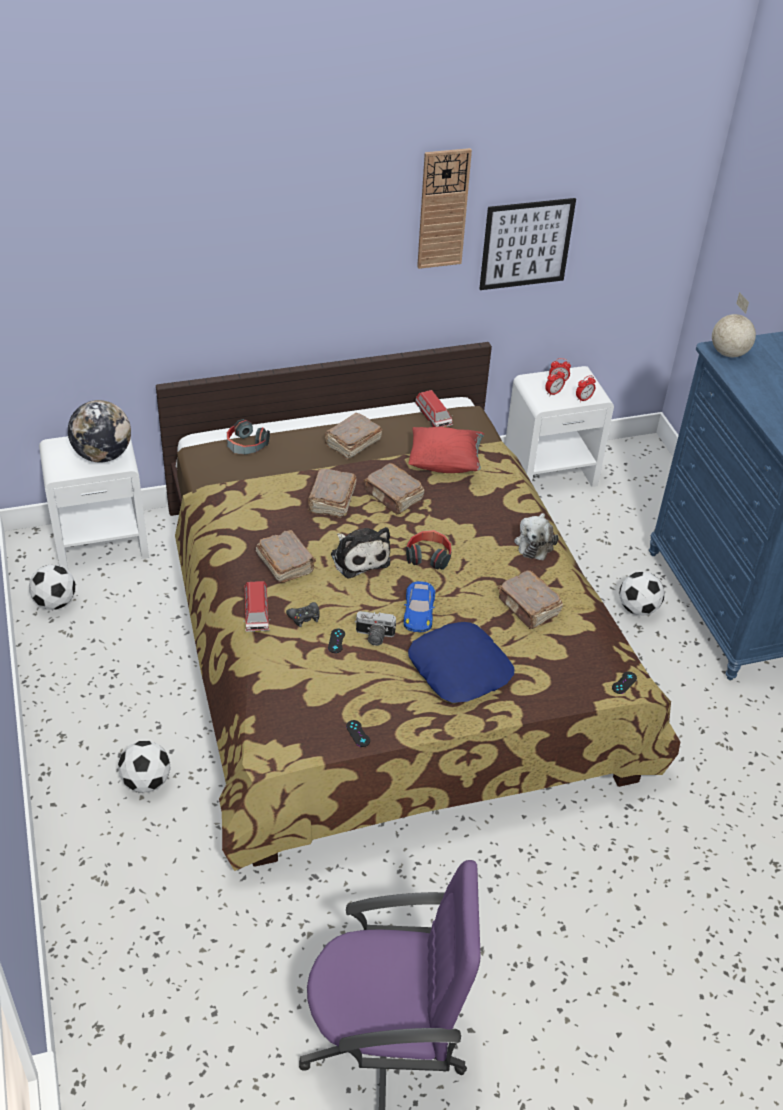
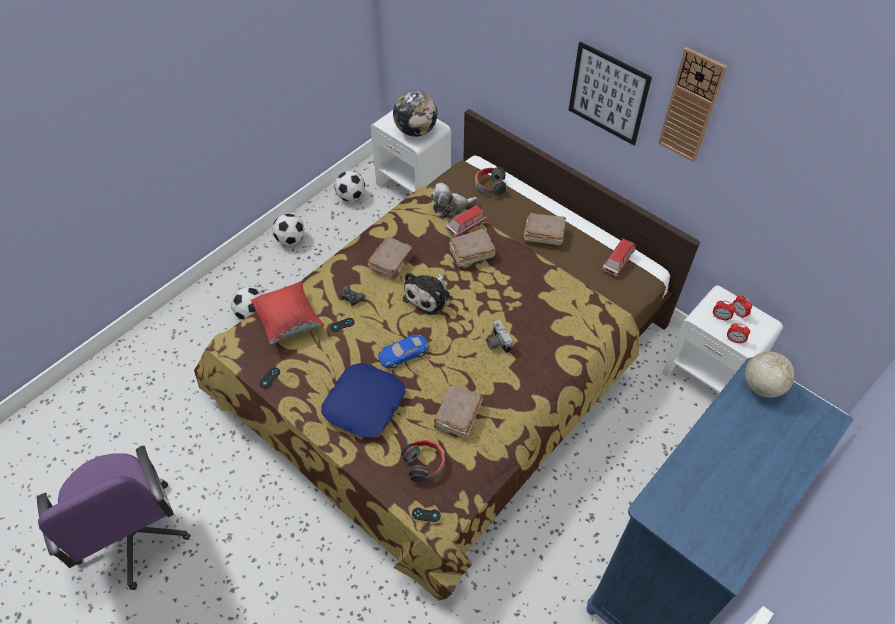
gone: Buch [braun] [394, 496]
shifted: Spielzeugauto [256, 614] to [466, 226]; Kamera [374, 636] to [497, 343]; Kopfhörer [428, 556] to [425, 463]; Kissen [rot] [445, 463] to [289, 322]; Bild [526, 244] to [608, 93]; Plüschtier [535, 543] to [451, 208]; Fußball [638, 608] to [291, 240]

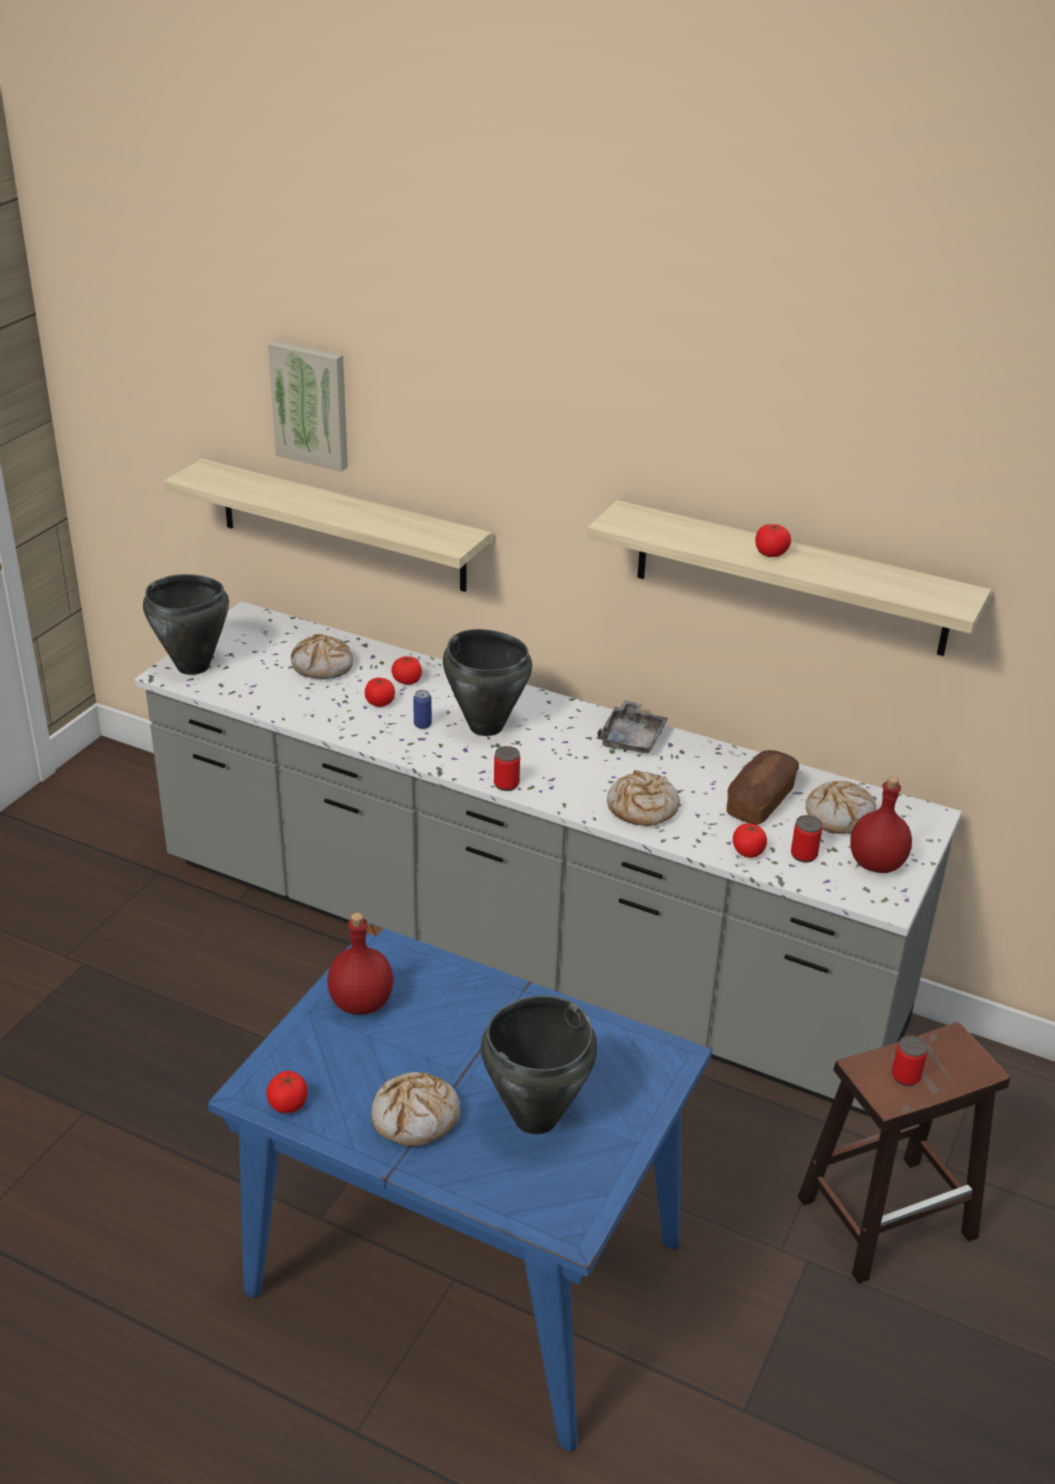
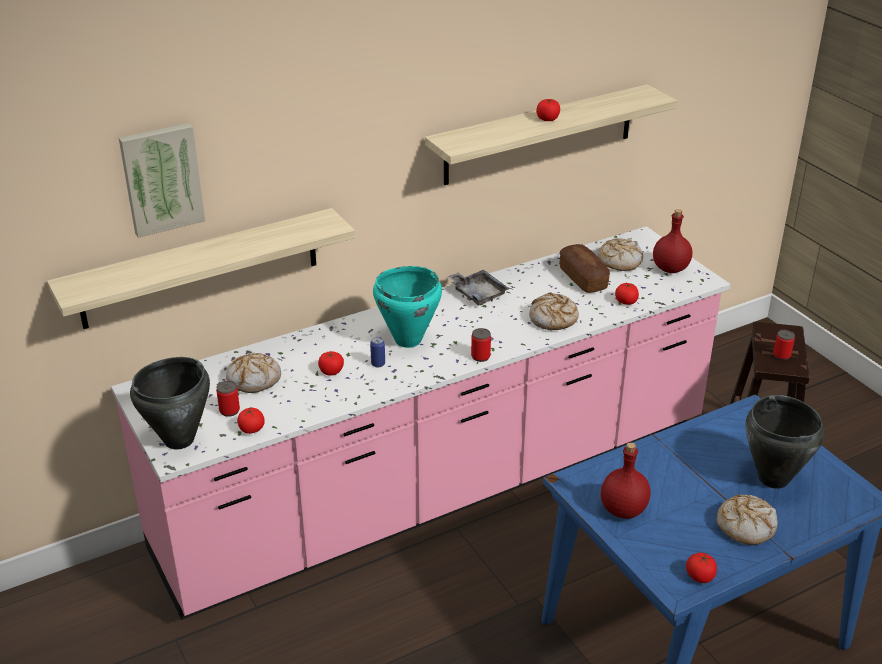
shifted: Tomate [407, 681] to [251, 429]; Dose [803, 855] to [229, 411]
repainted: Küchenzeile [grau] [520, 948] to Küchenzeile [rosa] [440, 487]; Kochtopf [schwarz] [486, 726] to Kochtopf [türkis] [407, 340]

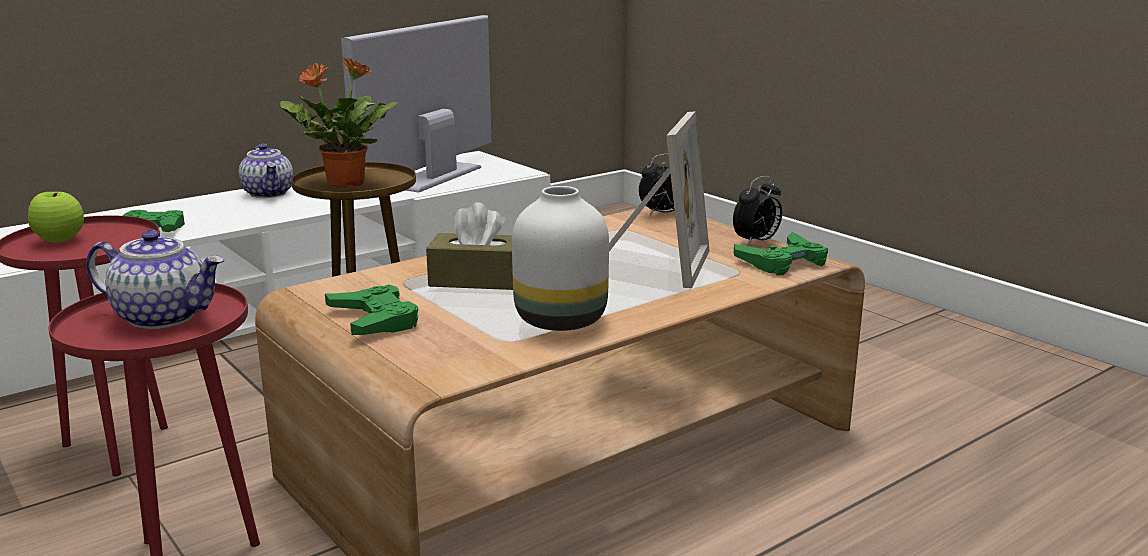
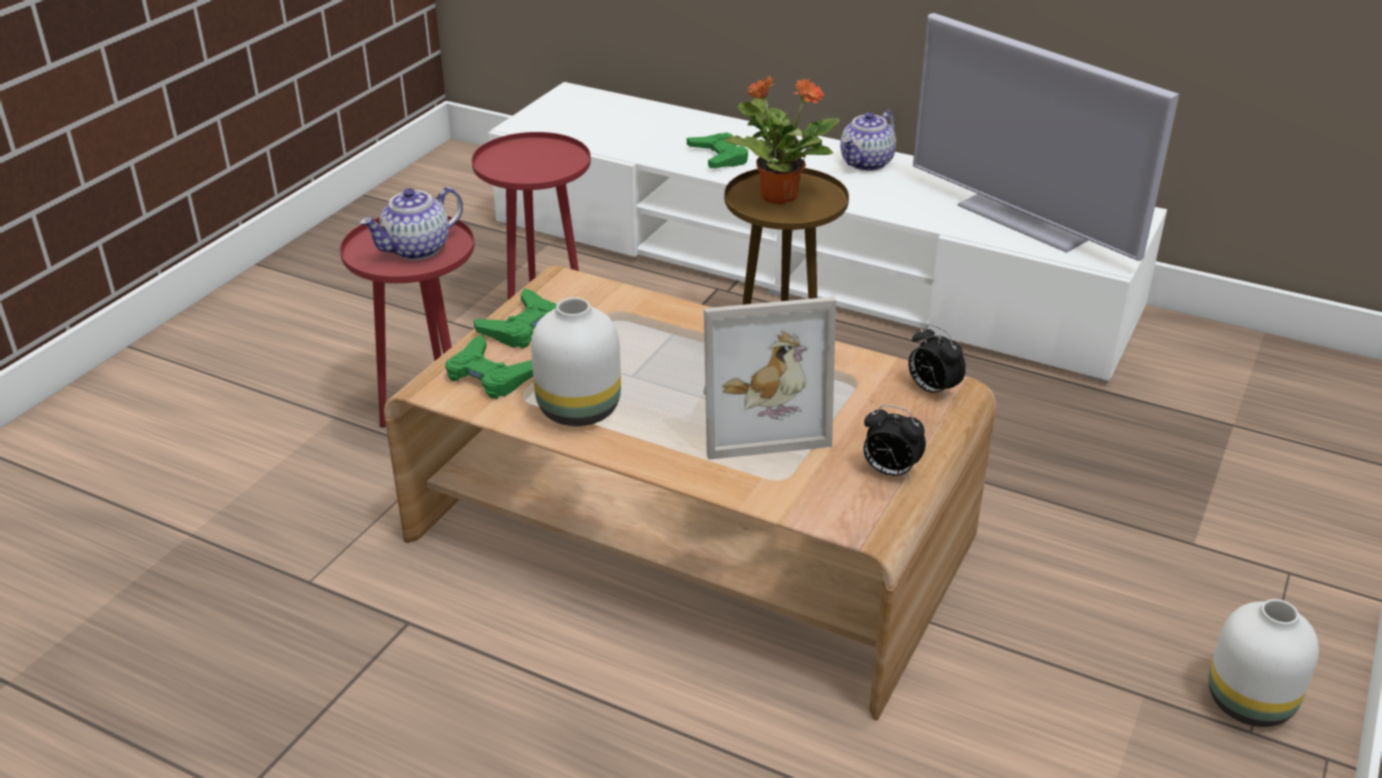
gone: Apfel [60, 240]; Taschentuchbox [braun] [479, 280]
new: Vase [weiß] [1250, 704]
shifted: Gamepad [grün] [783, 262] to [490, 375]
rotated: Teekanne [164, 317] = [417, 249] 60 degrees clockwise; Fernseher [435, 177] = [1024, 220] 135 degrees counterclockwise

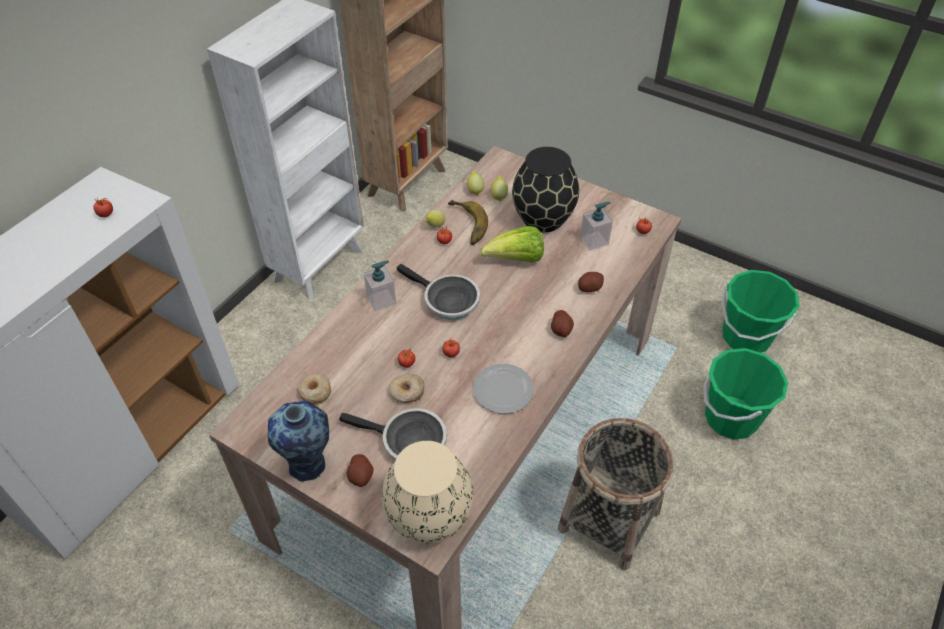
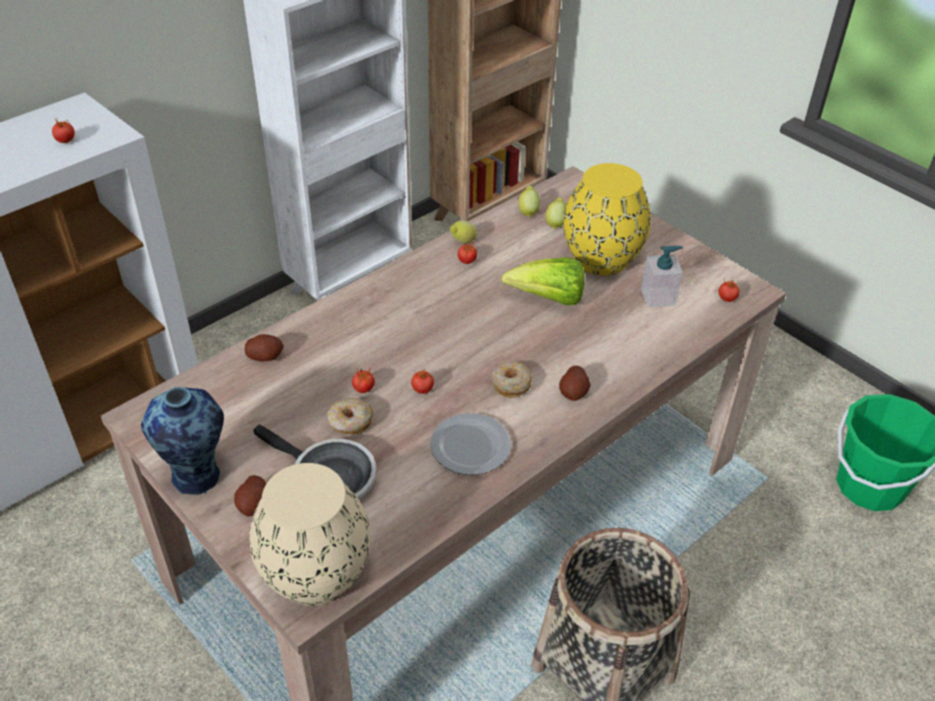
gone: Seifenspender [381, 300]; Pfanne [447, 300]; Banane [465, 225]; Eimer [grün] [731, 418]
shifted: Donut [315, 392] to [511, 384]; Kartoffel [589, 288] to [265, 356]
repainted: Vase [schwarz] [544, 219] to Vase [gelb] [602, 260]

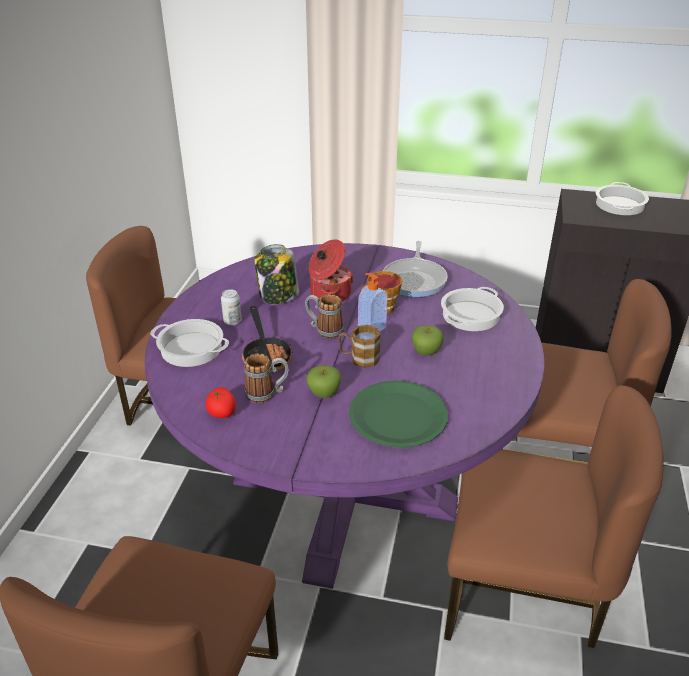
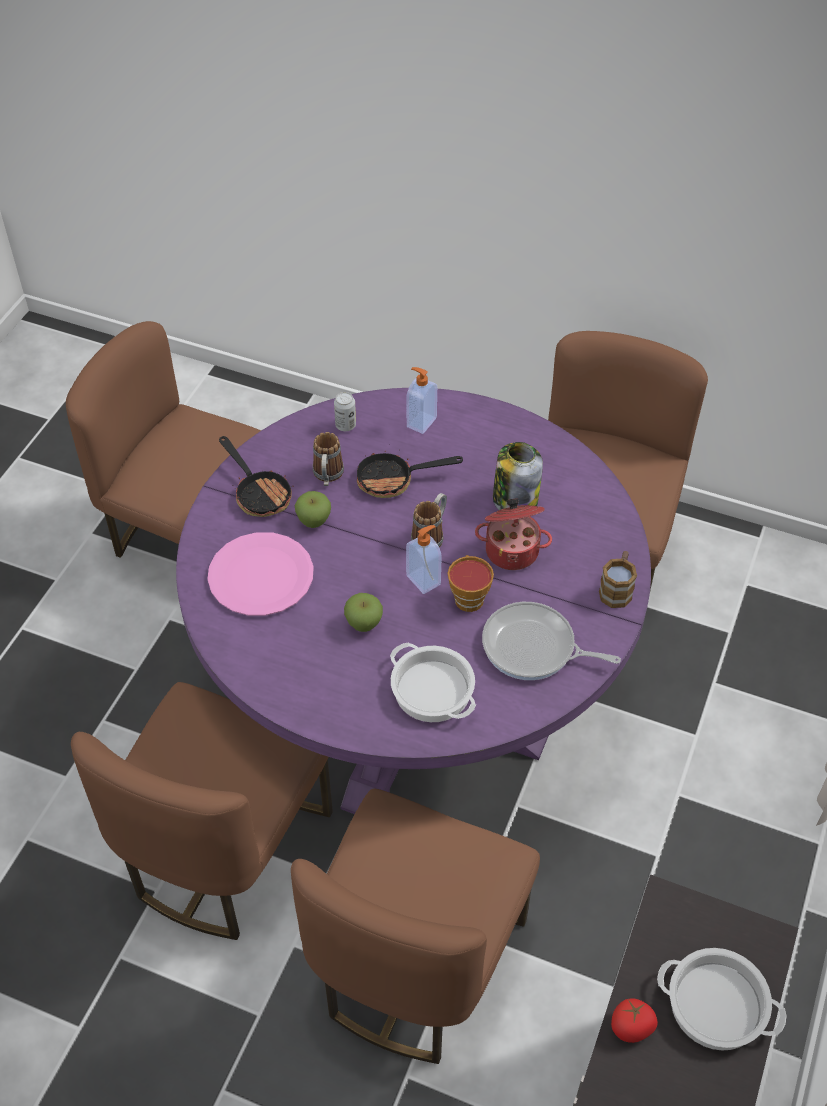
new: Pfanne [259, 493]
shifted: Tomate [222, 413] to [632, 1027]; Dose [232, 321] to [345, 425]; Henkelbecher [359, 358] to [617, 589]
swapped: Kochtopf [192, 348] to Seifenspender [420, 422]
repainted: Teller [grün] [398, 416] to Teller [rosa] [261, 576]

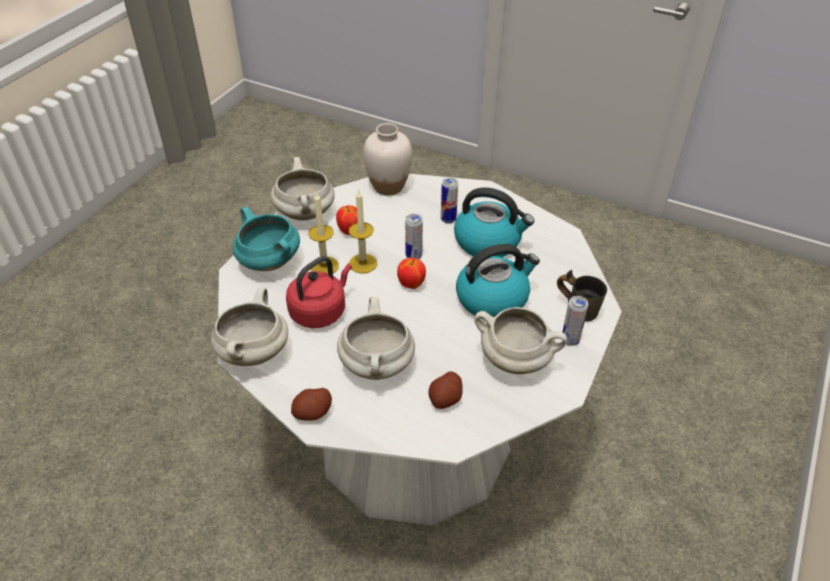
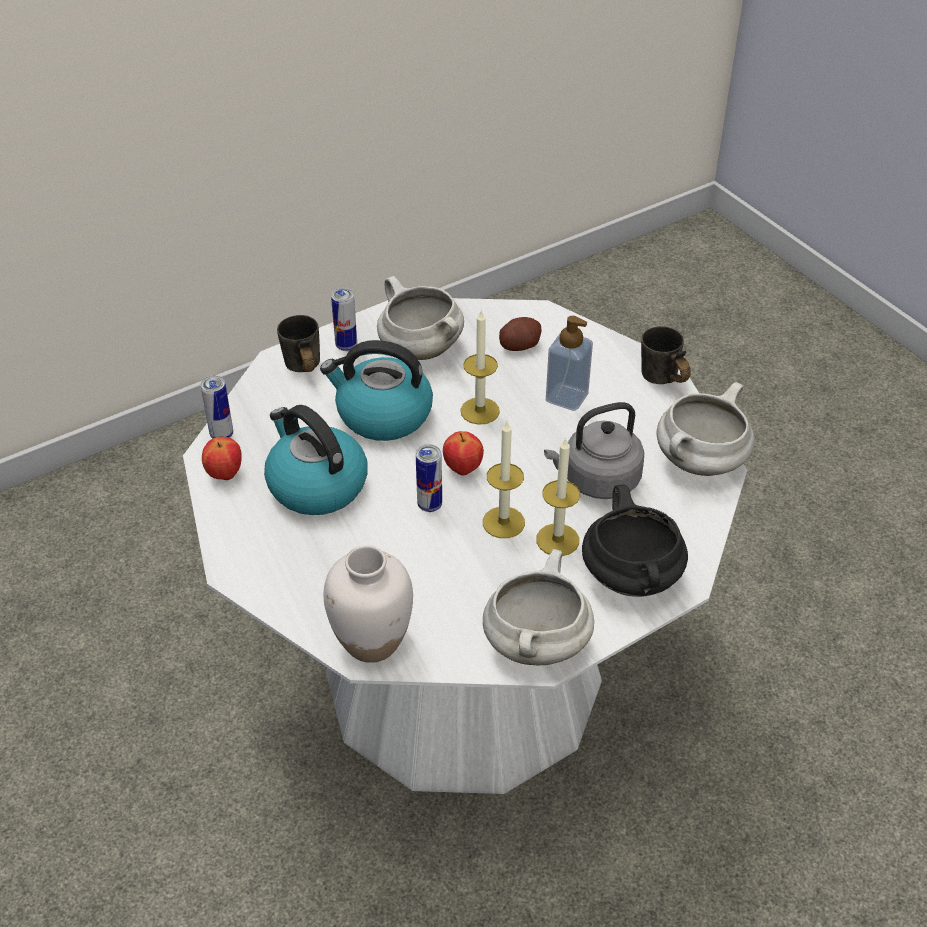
new: Kerze [480, 411]
shifted: Apfel [350, 231] to [225, 474]; Dose [448, 219] to [221, 435]
swapped: Kartoffel [313, 412] to Henkelbecher [grau] [660, 382]; Kochtopf [weiß] [378, 366] to Seifenspender [566, 397]
repainted: Kochtopf [türkis] [268, 262] to Kochtopf [schwarz] [633, 578]; Wasserkessel [rot] [320, 311] to Wasserkessel [grau] [597, 480]

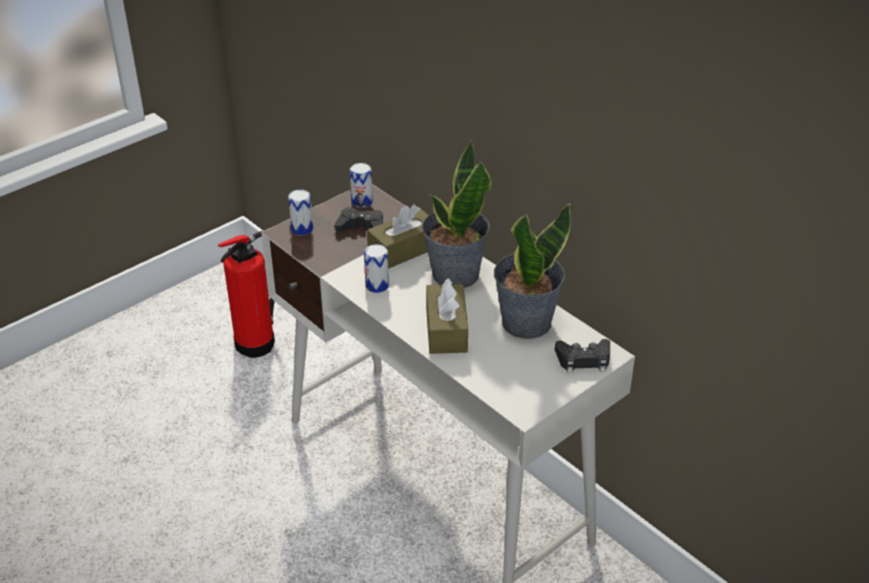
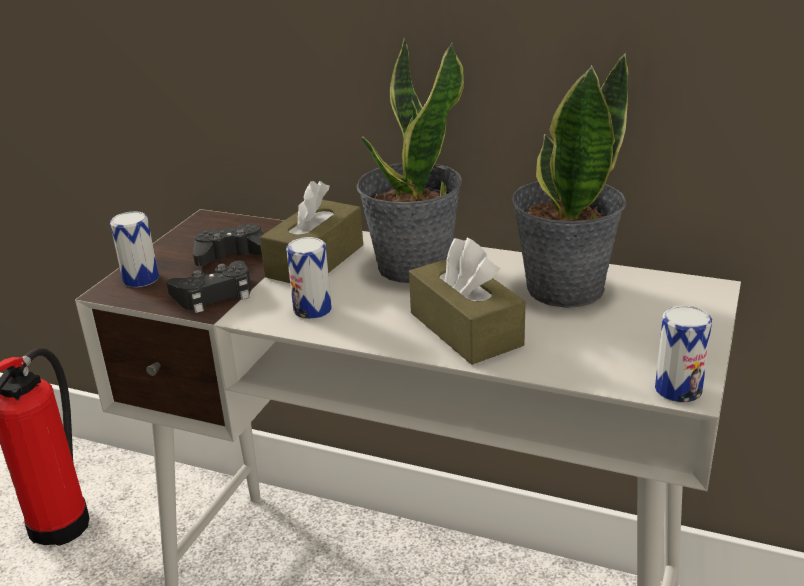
shifted: Dose [362, 202] to [678, 389]; Gamepad [schwarz] [583, 360] to [214, 294]

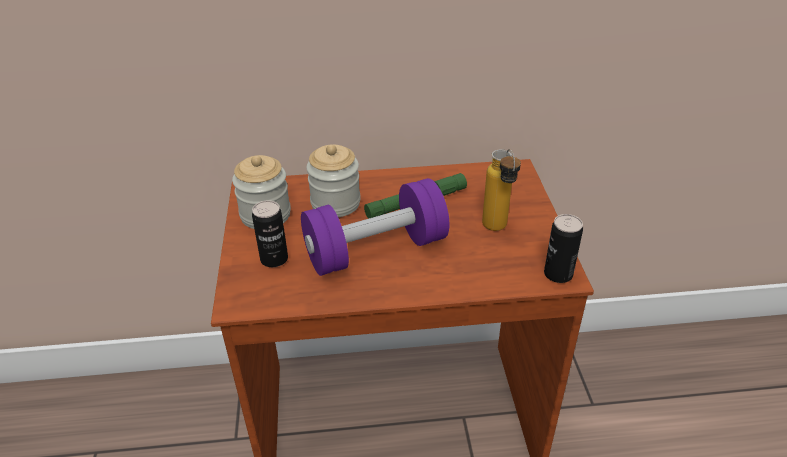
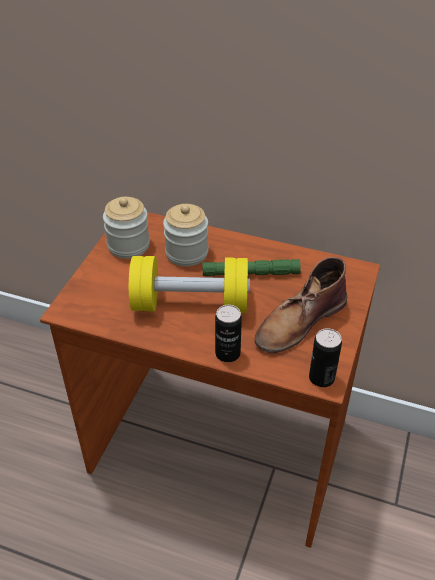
shifted: Dose [274, 259] to [227, 353]
swapped: Flasche [497, 231] to Stiefel [braun] [299, 321]
repainted: Hantel [lila] [375, 250] to Hantel [gelb] [190, 304]

